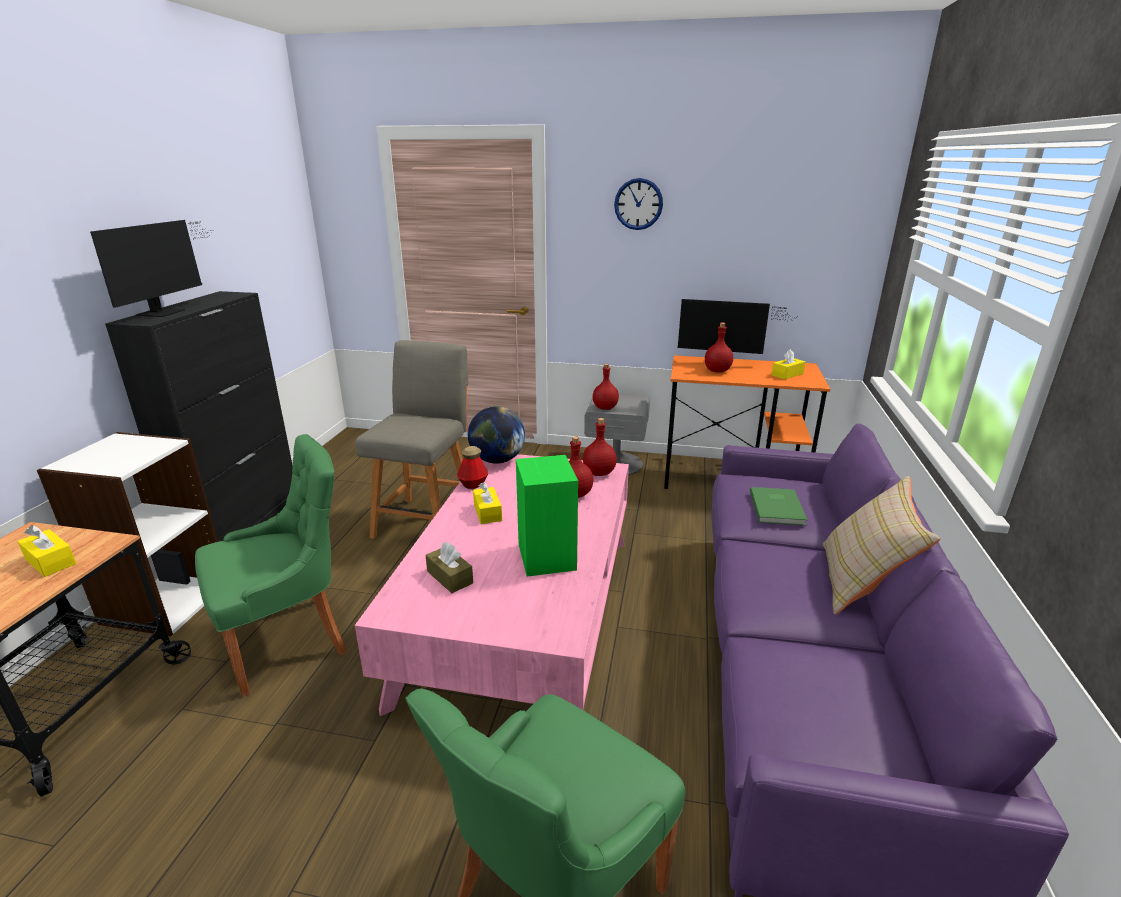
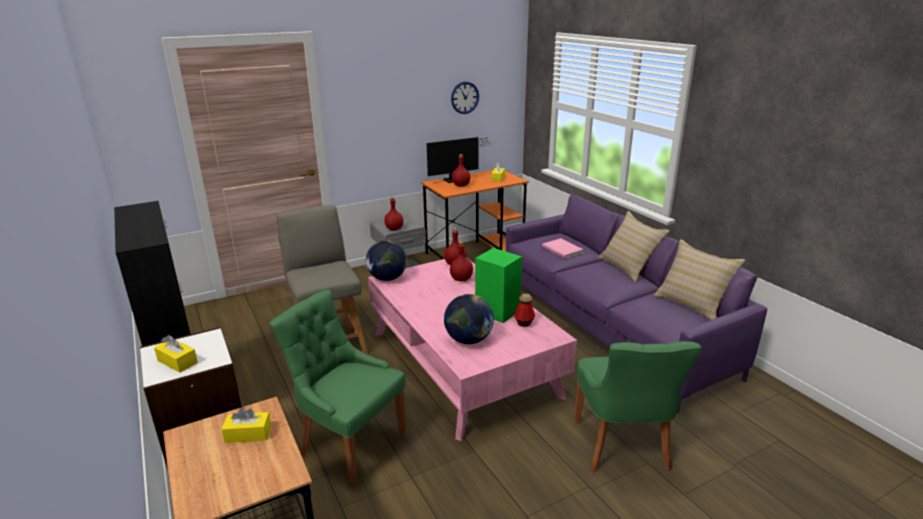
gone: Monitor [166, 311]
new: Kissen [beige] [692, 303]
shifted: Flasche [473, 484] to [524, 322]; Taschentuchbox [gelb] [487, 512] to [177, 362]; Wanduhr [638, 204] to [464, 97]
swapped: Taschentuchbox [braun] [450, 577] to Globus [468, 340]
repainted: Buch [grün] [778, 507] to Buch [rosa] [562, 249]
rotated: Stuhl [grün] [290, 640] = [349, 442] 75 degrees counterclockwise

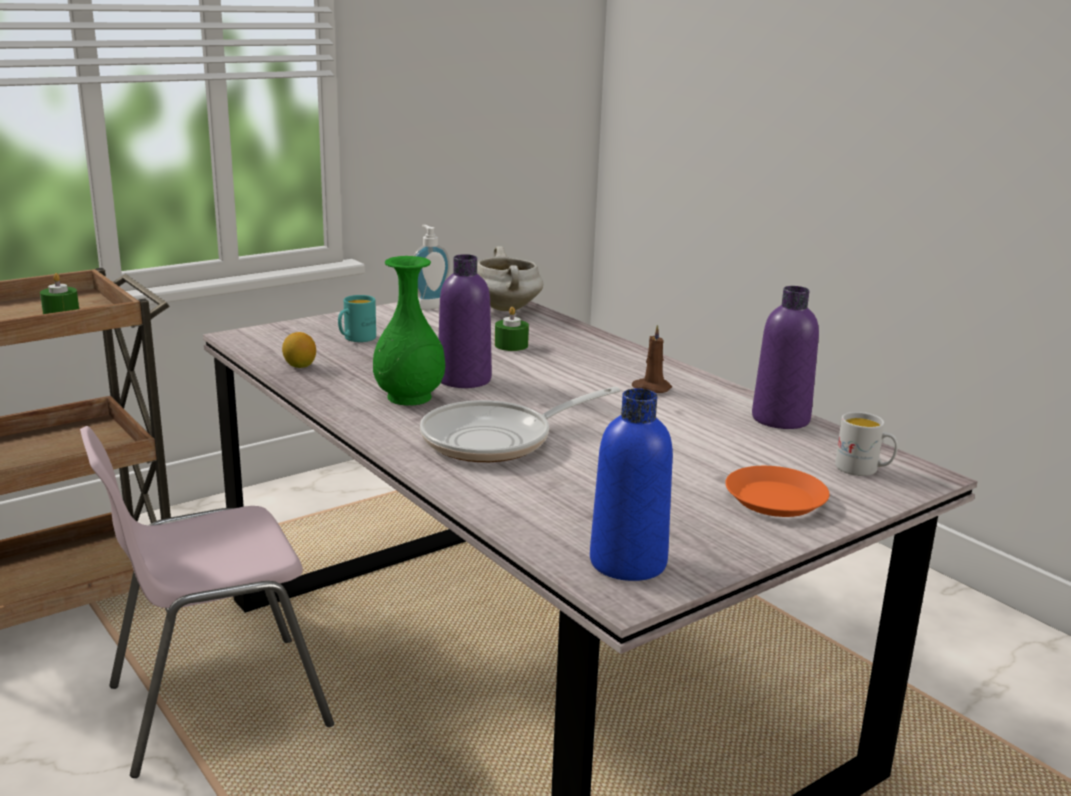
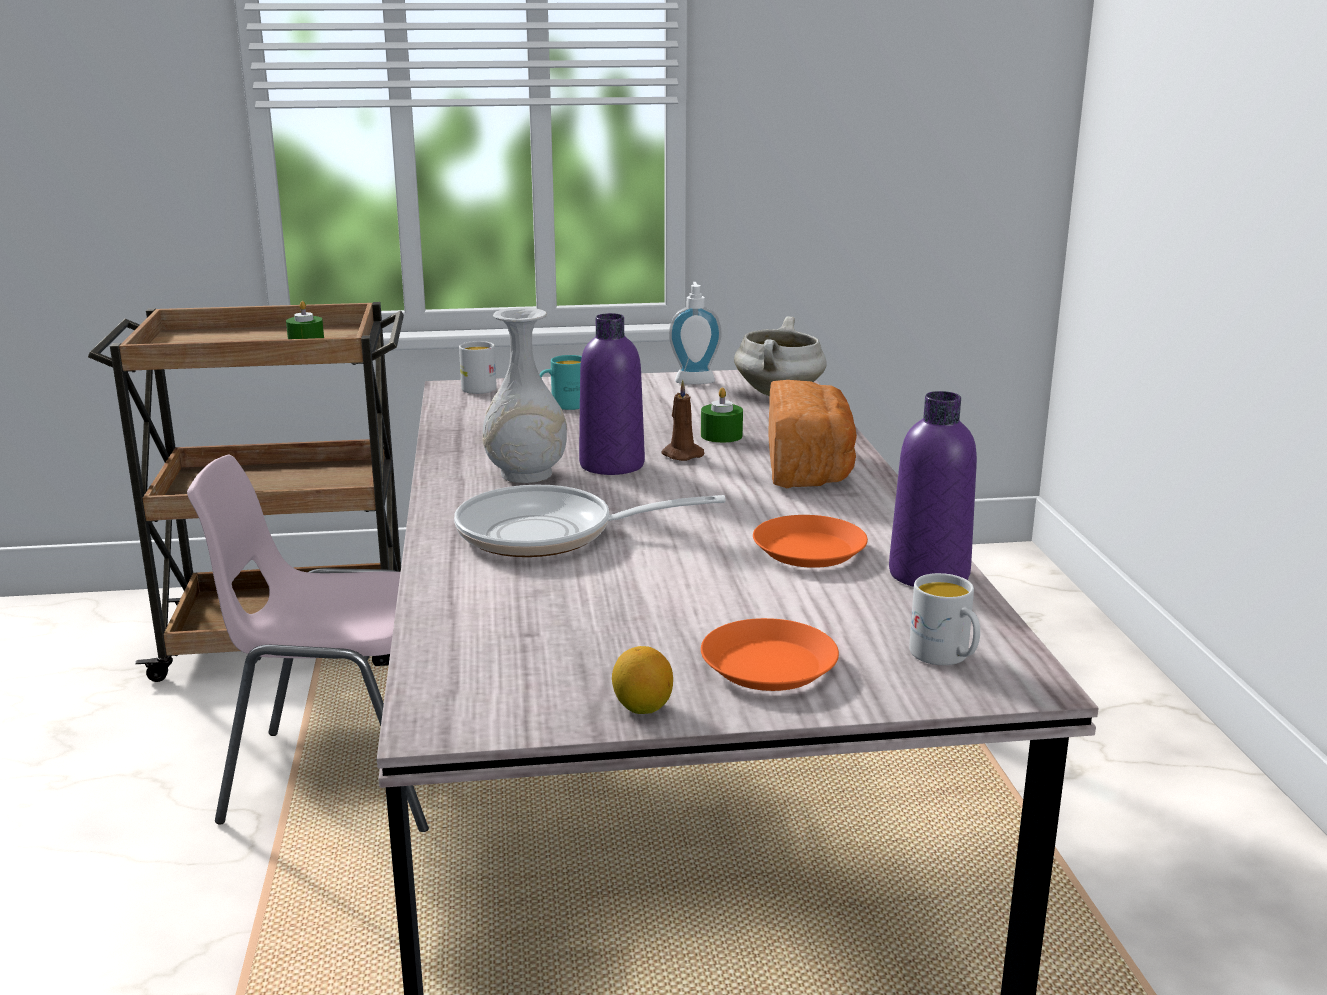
gone: Flasche [blau] [628, 562]
new: Henkelbecher [weiß] [477, 387]; Teller [orange] [809, 550]; Brot [809, 467]
shifted: Zitrone [300, 366] to [642, 708]; Kerze [braun] [650, 388] to [681, 454]
repainted: Vase [grün] [410, 398] to Vase [weiß] [526, 474]

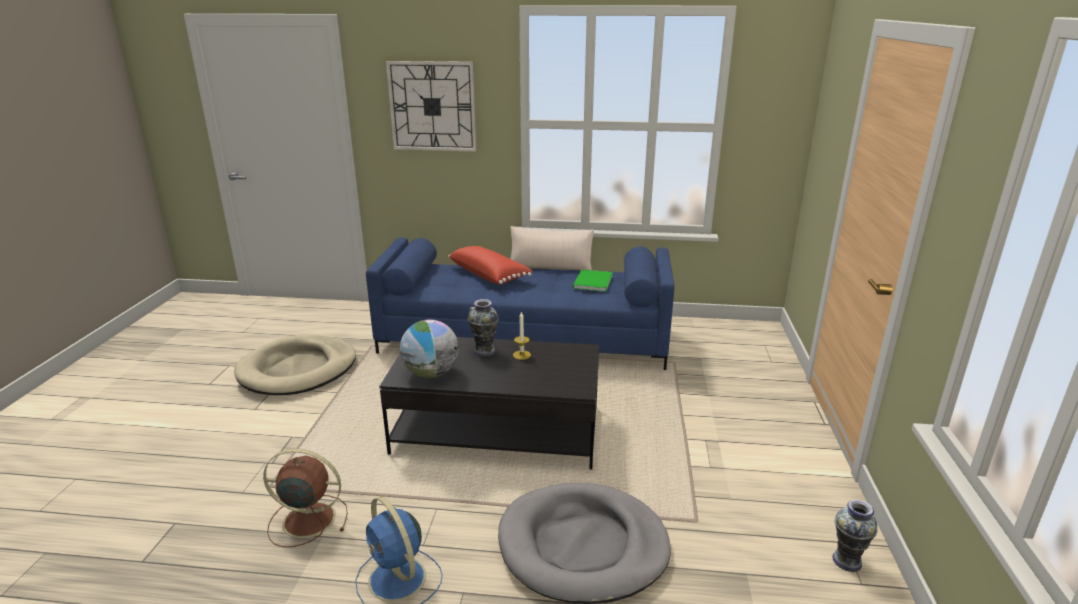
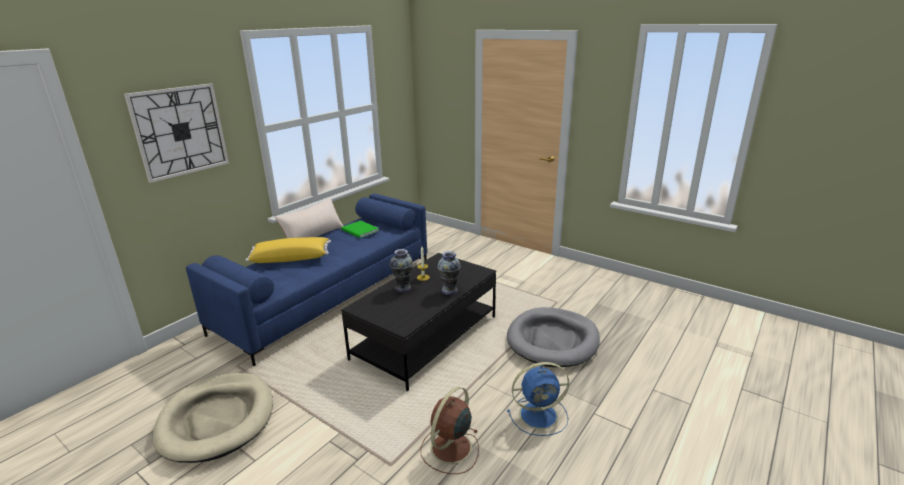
gone: Globus [431, 373]
shifted: Vase [847, 561] to [450, 290]
repainted: Kissen [rot] [489, 275] to Kissen [gelb] [291, 258]

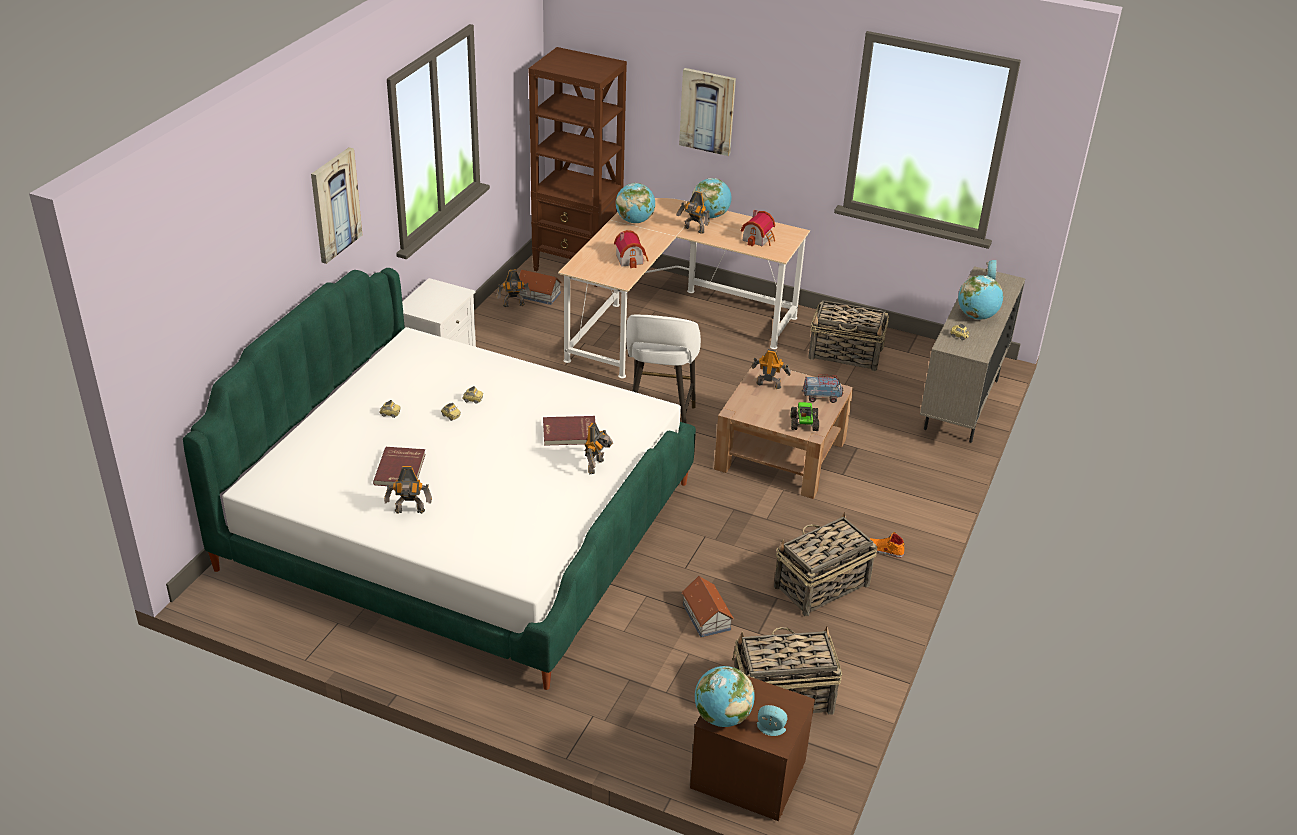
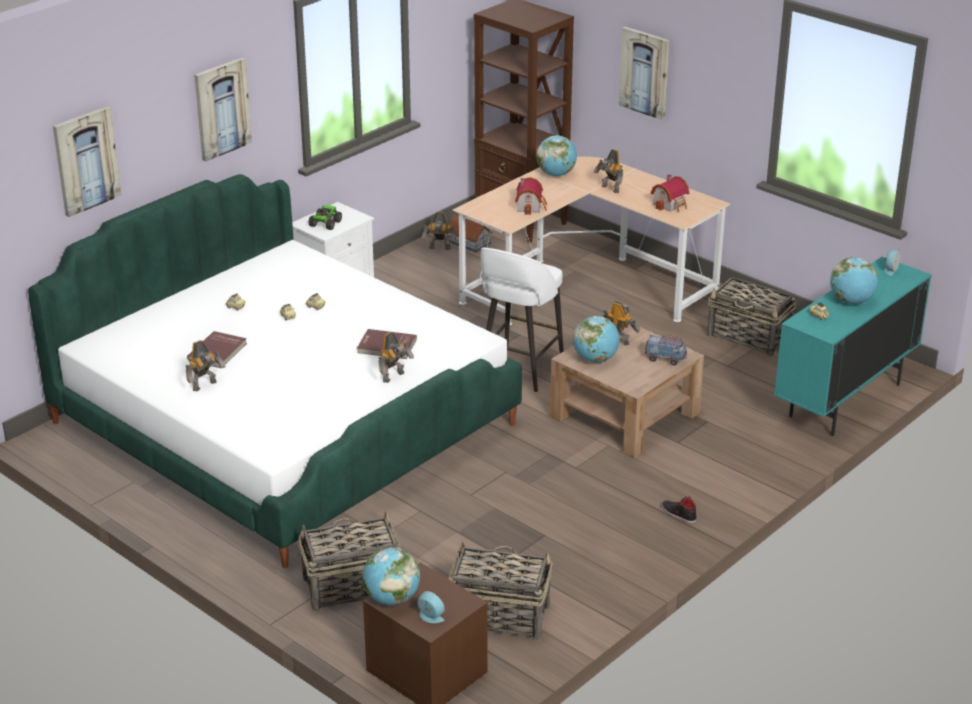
gone: Spielzeughaus [706, 617]
new: Bild [86, 160]
shifted: Globus [710, 216] to [595, 359]; Korb [820, 586] to [351, 587]; Spielzeuglaster [804, 424] to [325, 224]
repainted: Schuh [orange] [884, 550] to Schuh [schwarz] [678, 514]; Schrank [beige] [961, 405] to Schrank [türkis] [844, 401]
rotated: Spielzeugroboter [410, 512] = [205, 386] 60 degrees counterclockwise

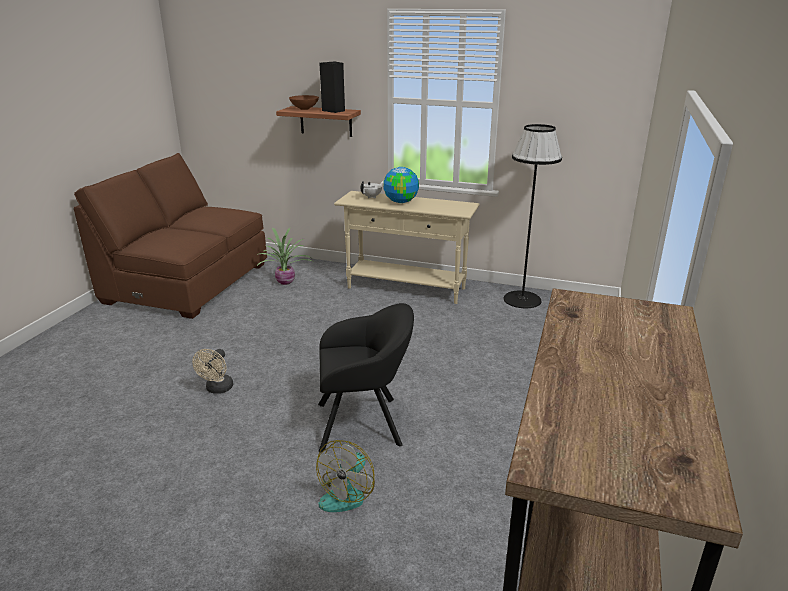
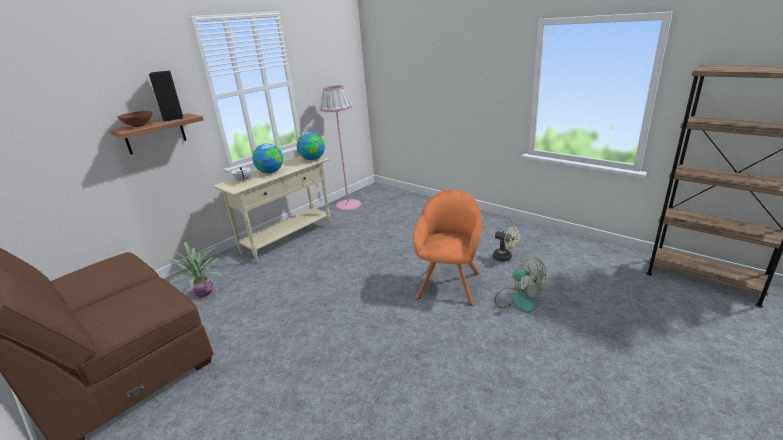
new: Globus [313, 159]
shifted: Ventilator [beige] [217, 389] to [505, 258]
repainted: Sessel [schwarz] [364, 423] to Sessel [orange] [449, 283]; Stehlampe [schwarz] [522, 299] to Stehlampe [rosa] [348, 204]

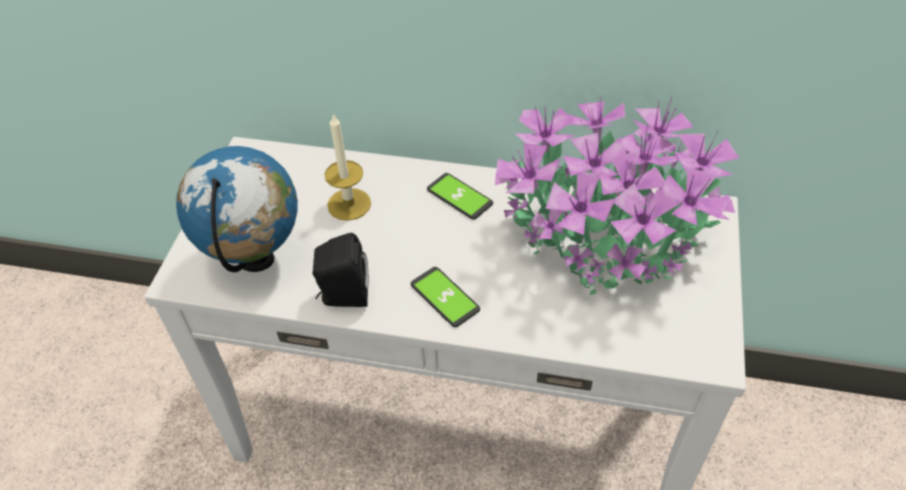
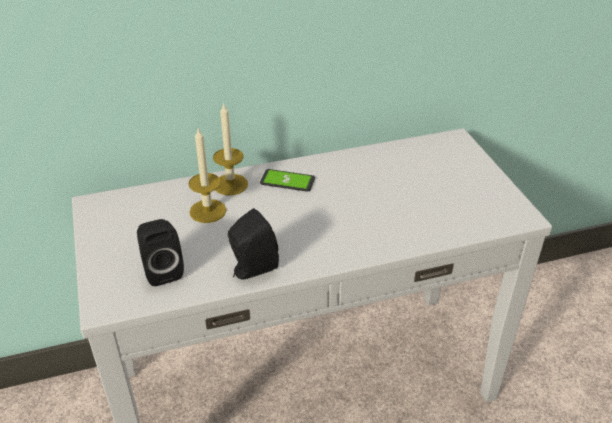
gone: Handy [444, 297]; Topfpflanze [608, 238]
new: Kerze [230, 184]
swapped: Globus [257, 260] to Lautsprecher [schwarz] [162, 270]

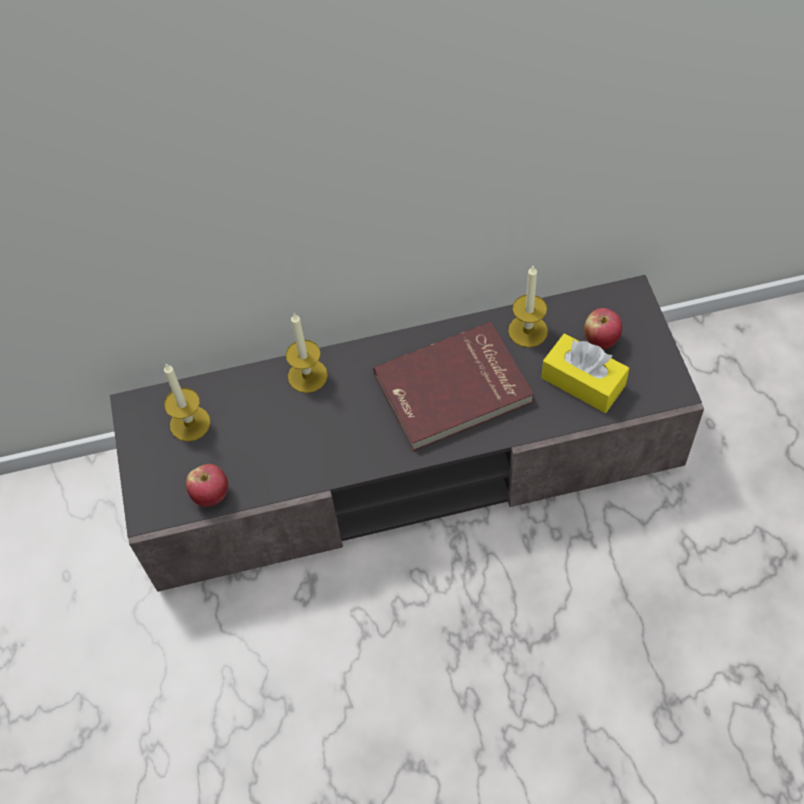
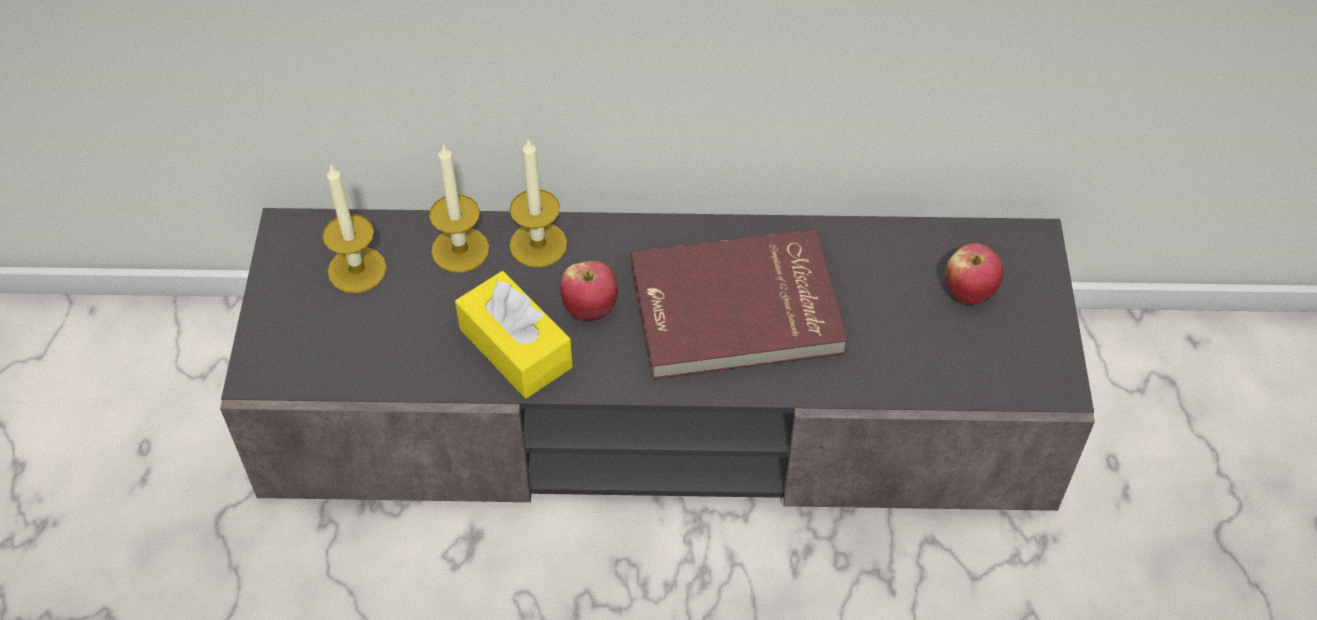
shifted: Apfel [211, 495] to [590, 309]; Kerze [528, 331] to [460, 250]; Taschentuchbox [gelb] [583, 381] to [515, 348]

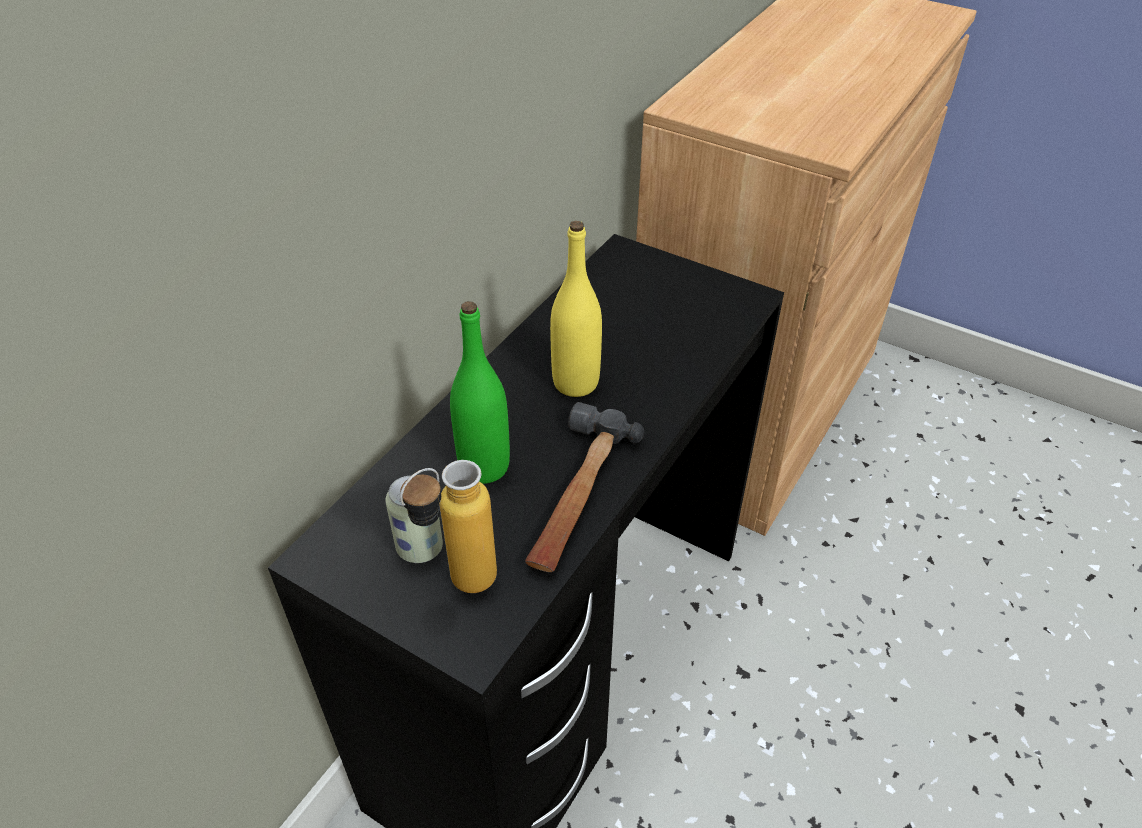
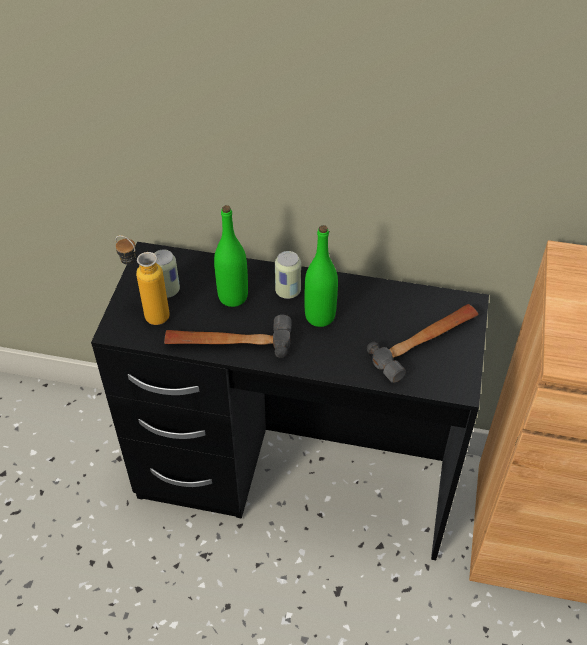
new: Dose [288, 291]; Hammer [426, 342]
repainted: Flasche [gelb] [575, 383] to Flasche [grün] [320, 316]

